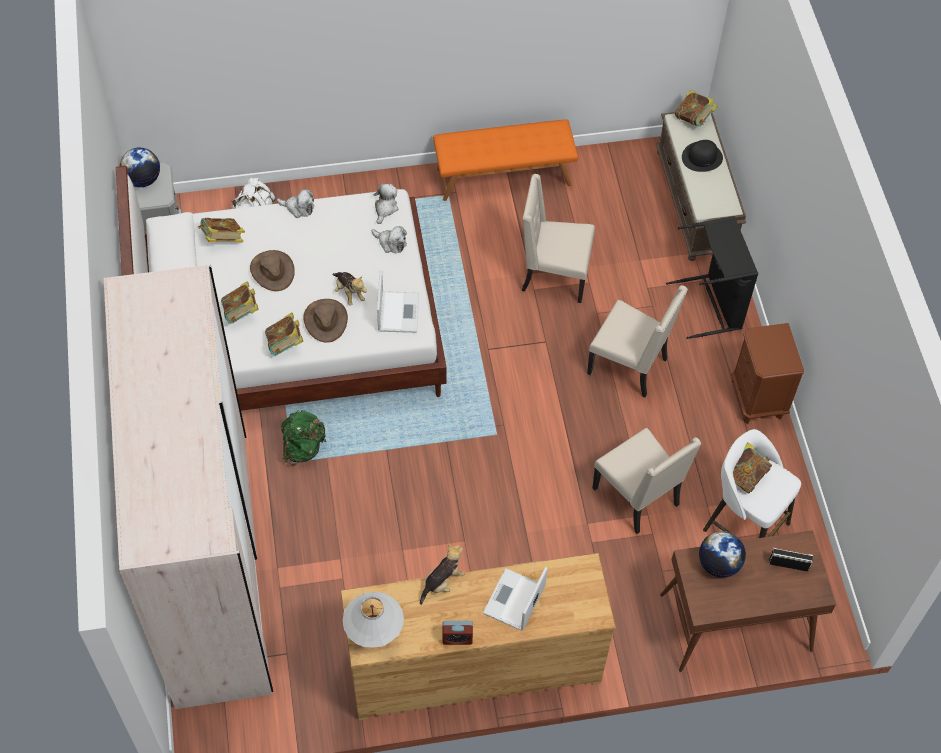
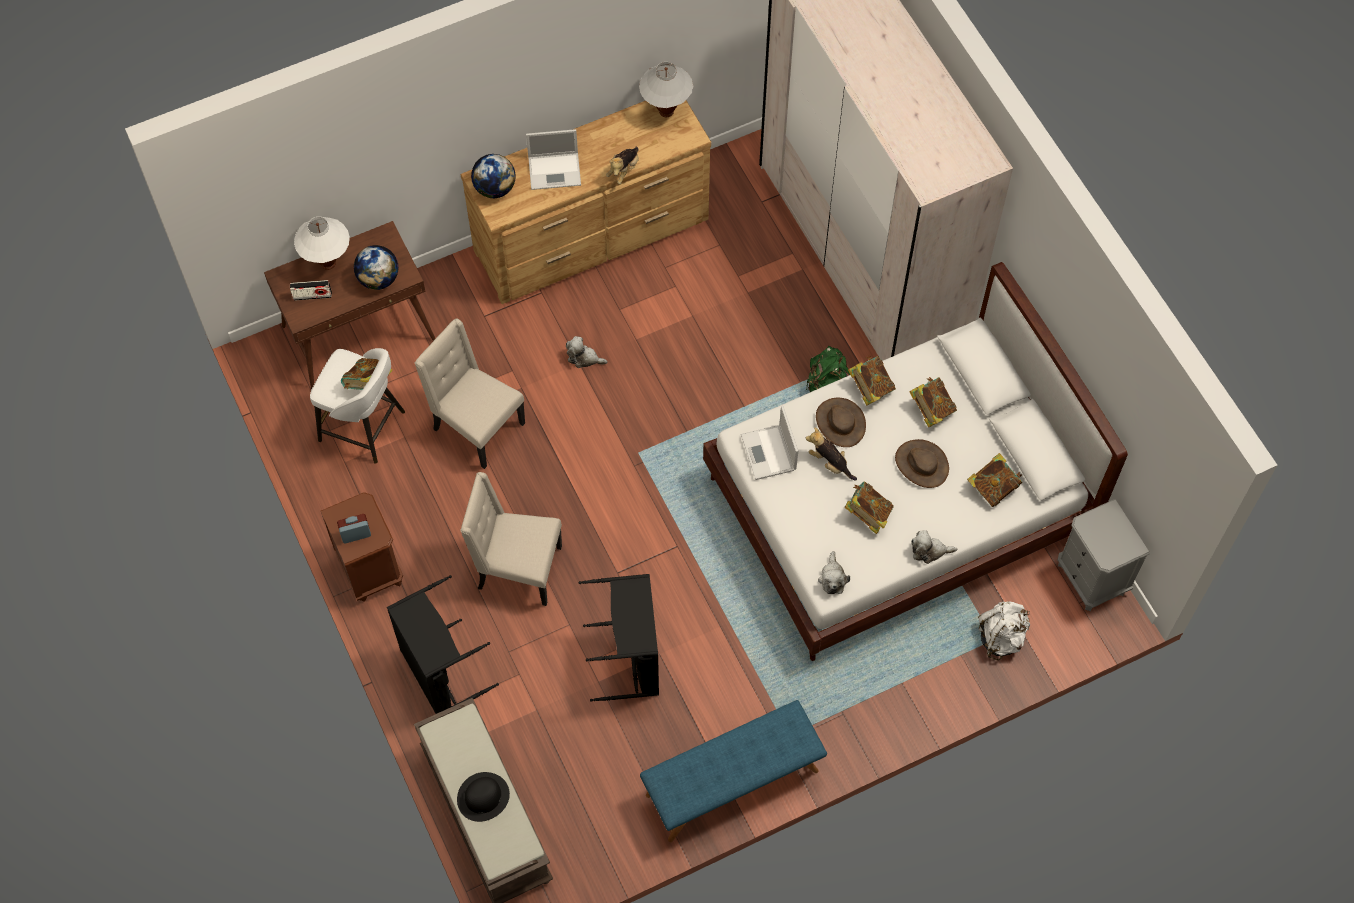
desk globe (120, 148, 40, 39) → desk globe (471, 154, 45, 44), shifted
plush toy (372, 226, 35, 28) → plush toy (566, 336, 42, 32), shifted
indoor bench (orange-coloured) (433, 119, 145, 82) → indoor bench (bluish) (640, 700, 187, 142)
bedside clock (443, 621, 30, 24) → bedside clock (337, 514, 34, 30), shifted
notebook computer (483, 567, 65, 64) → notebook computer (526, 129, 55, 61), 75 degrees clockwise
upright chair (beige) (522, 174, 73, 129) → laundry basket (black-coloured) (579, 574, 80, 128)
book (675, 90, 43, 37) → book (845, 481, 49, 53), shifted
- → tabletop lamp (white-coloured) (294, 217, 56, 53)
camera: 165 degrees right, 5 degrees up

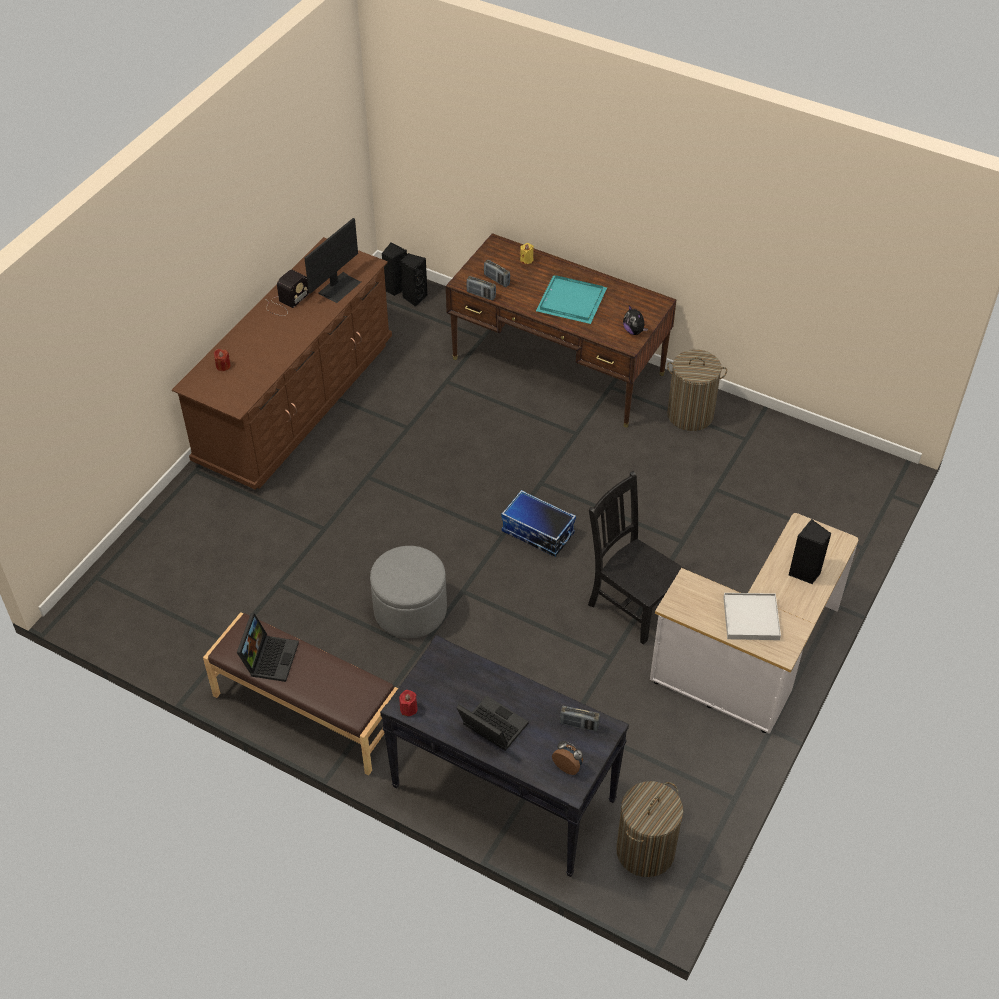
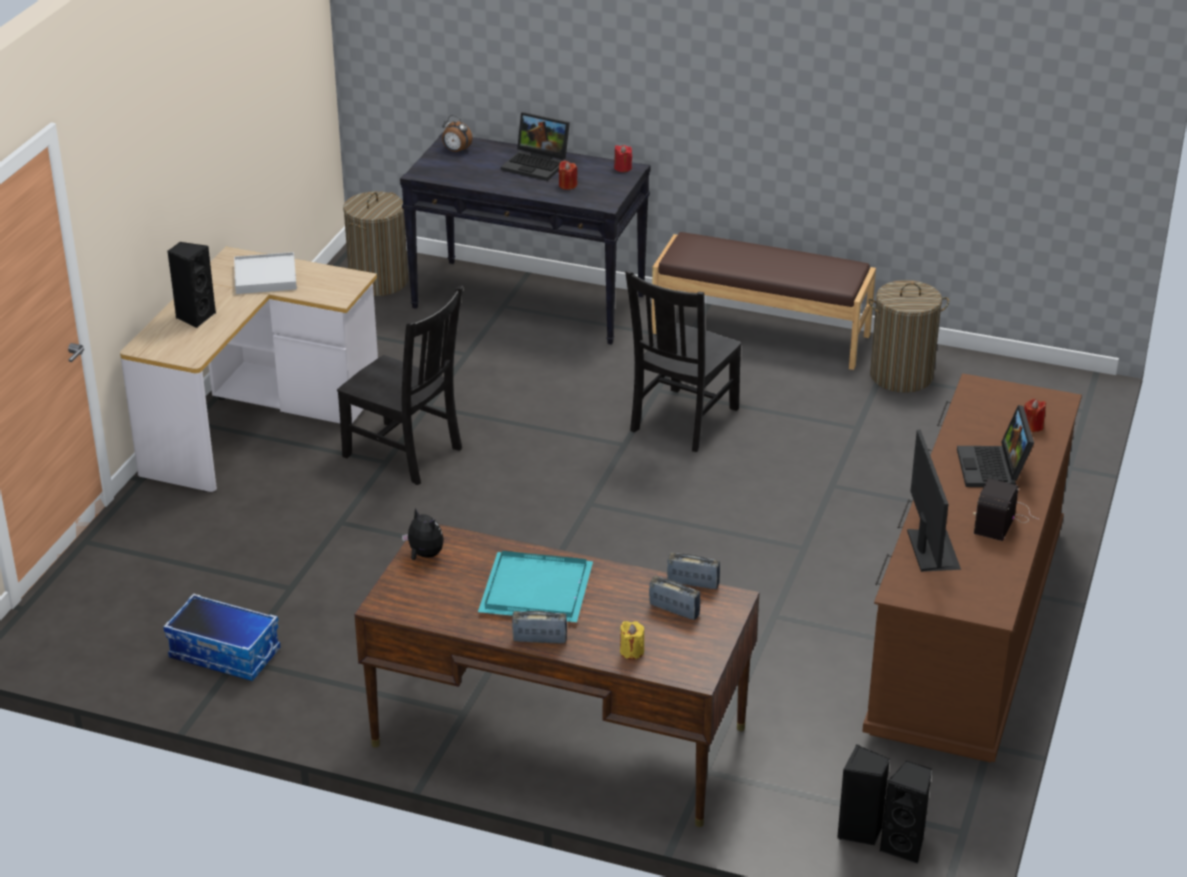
notebook computer (237, 613, 62, 69) → notebook computer (957, 405, 77, 82), shifted
computer screen (304, 218, 57, 85) → computer screen (907, 430, 54, 142), 150 degrees clockwise
pouffe (greyish) (370, 546, 77, 92) → upright chair (black-coloured) (625, 271, 117, 181)
storage container (501, 490, 75, 67) → storage container (163, 593, 117, 88), shifted
radio (560, 706, 40, 26) → radio (512, 611, 55, 33), shifted
laundry basket (667, 349, 60, 82) → laundry basket (868, 280, 81, 113), shifted
- → wax light (red-coloured) (559, 160, 18, 30)
camera: 170 degrees right, 15 degrees down

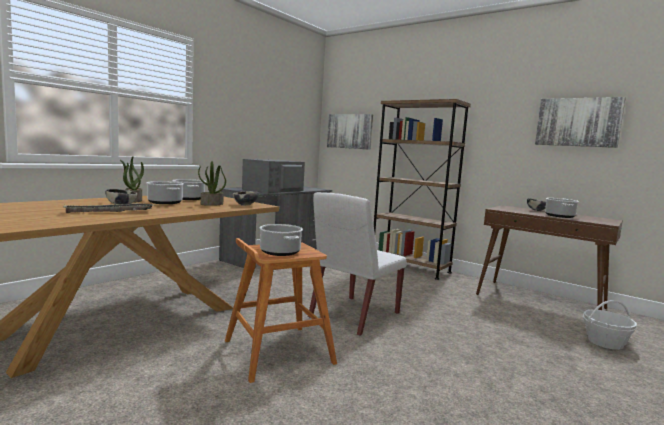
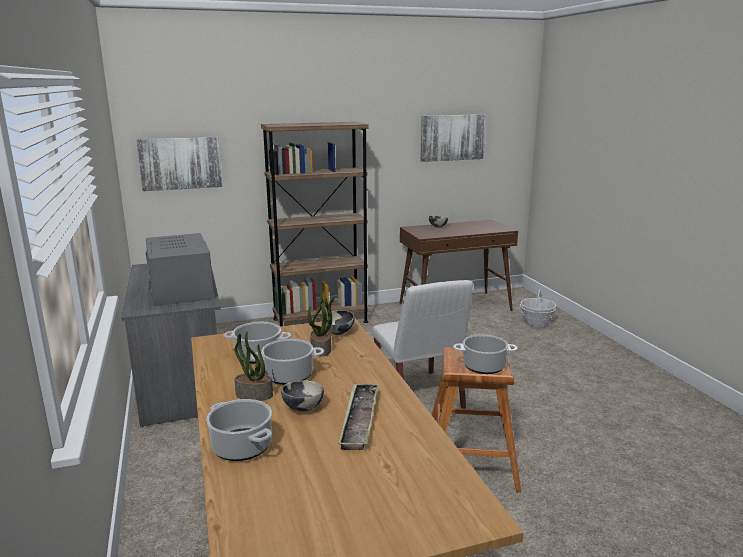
stockpot (545, 198, 34, 20) → stockpot (206, 399, 66, 62), shifted
camera: 55 degrees left, 10 degrees up

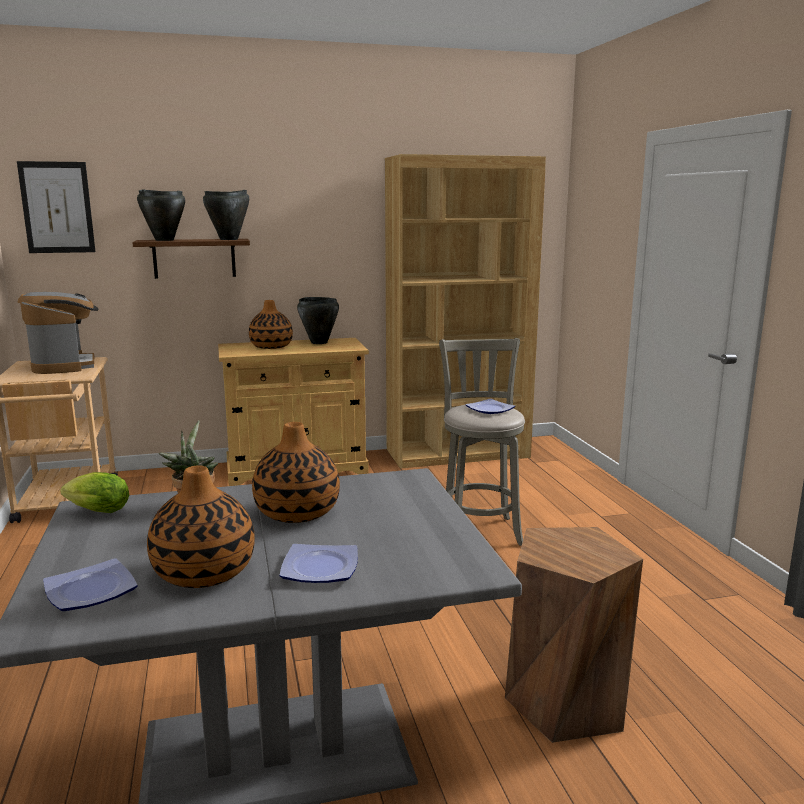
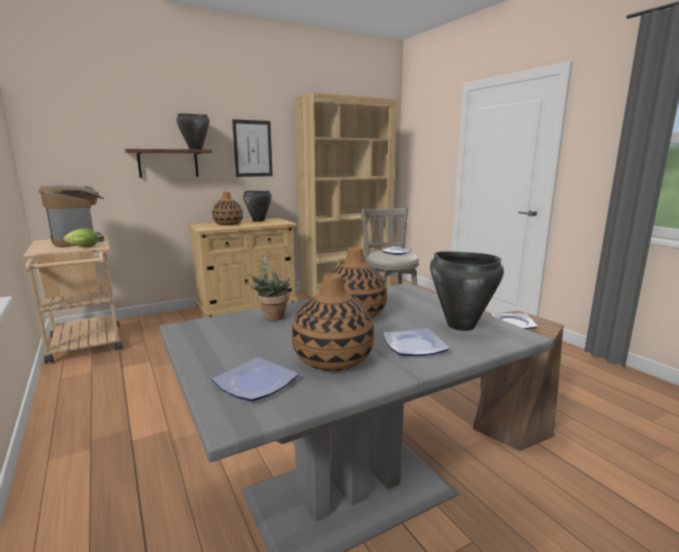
wall art (17, 161, 78, 92) → wall art (232, 119, 41, 58), shifted
lettuce (60, 472, 69, 41) → lettuce (63, 228, 35, 19), shifted
stockpot (black-coloured) (137, 189, 48, 52) → stockpot (black-coloured) (430, 251, 74, 80), shifted
- → flat dish (491, 312, 47, 17)
camera: 15 degrees left, 0 degrees up

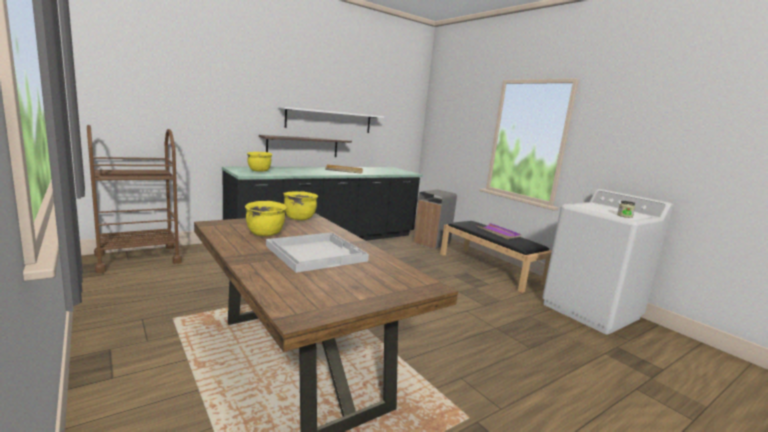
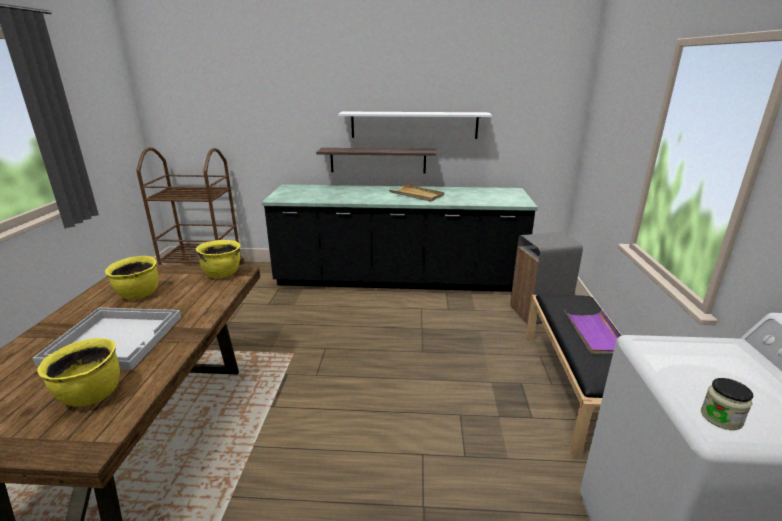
stockpot (yellowish) (247, 152, 26, 20) → stockpot (yellowish) (37, 338, 83, 69), shifted
camera: 40 degrees right, 10 degrees up

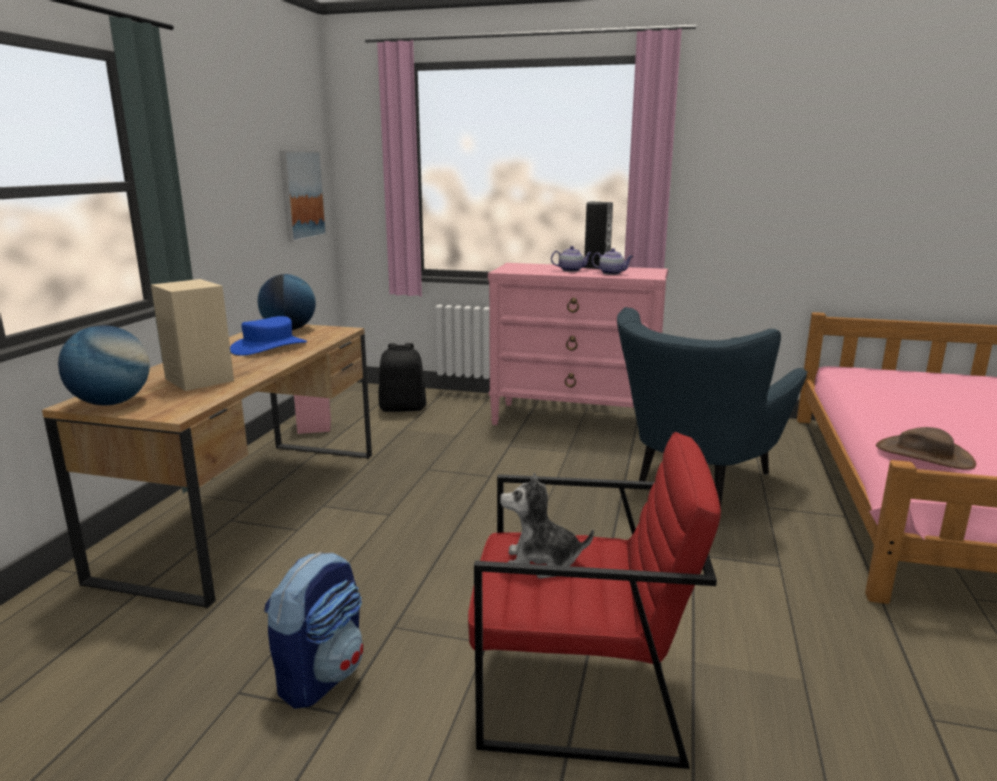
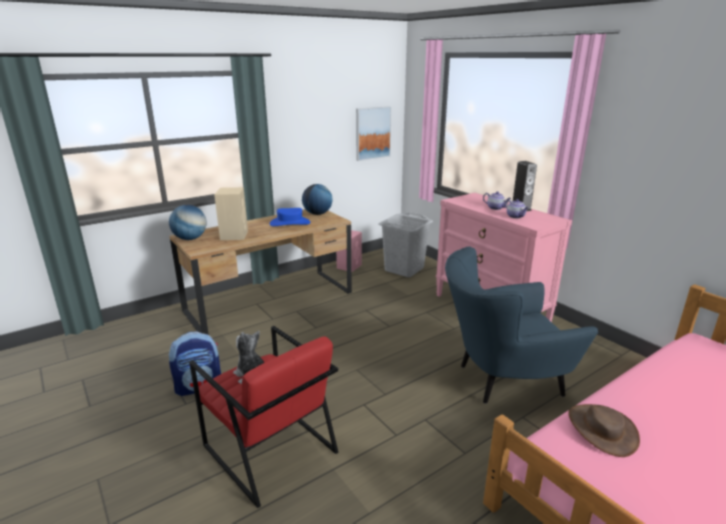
knapsack (black-coloured) (378, 343, 48, 69) → laundry basket (greyish) (378, 212, 55, 65)
camera: 40 degrees right, 5 degrees up

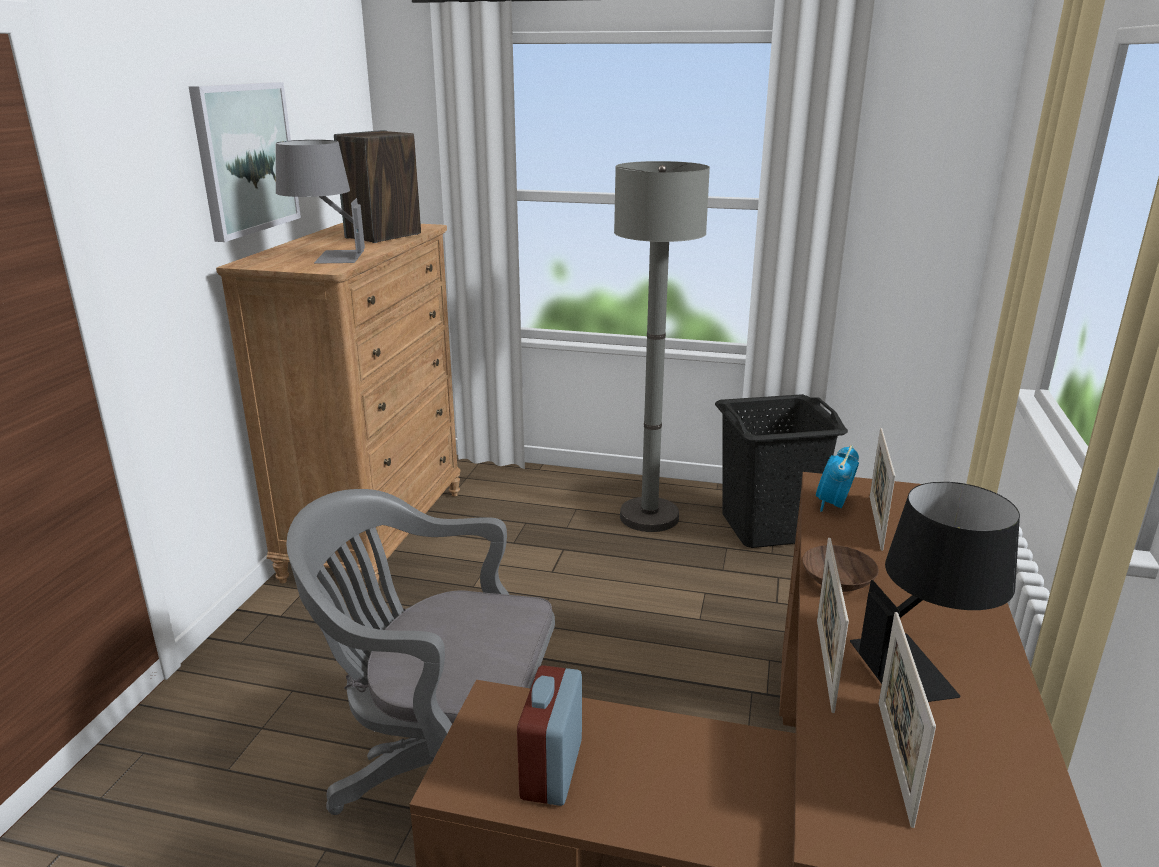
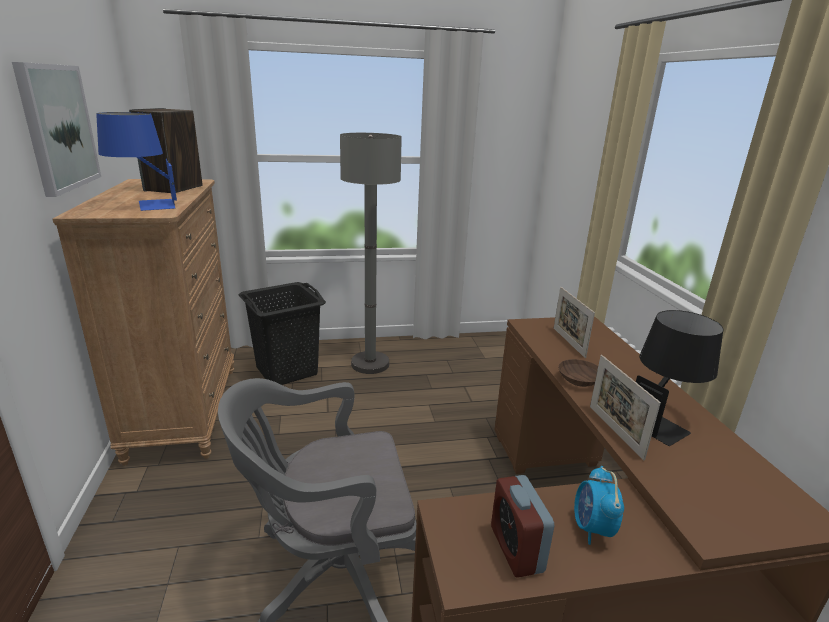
tabletop lamp (greyish) (276, 140, 89, 124) → tabletop lamp (bluish) (96, 112, 81, 99)
laundry basket (black-coloured) (715, 394, 133, 154) → laundry basket (black-coloured) (239, 282, 87, 103), shifted
bedside clock (816, 445, 43, 67) → bedside clock (574, 466, 50, 79), shifted
picture frame (879, 612, 57, 216) → -
camera: 25 degrees left, 0 degrees up

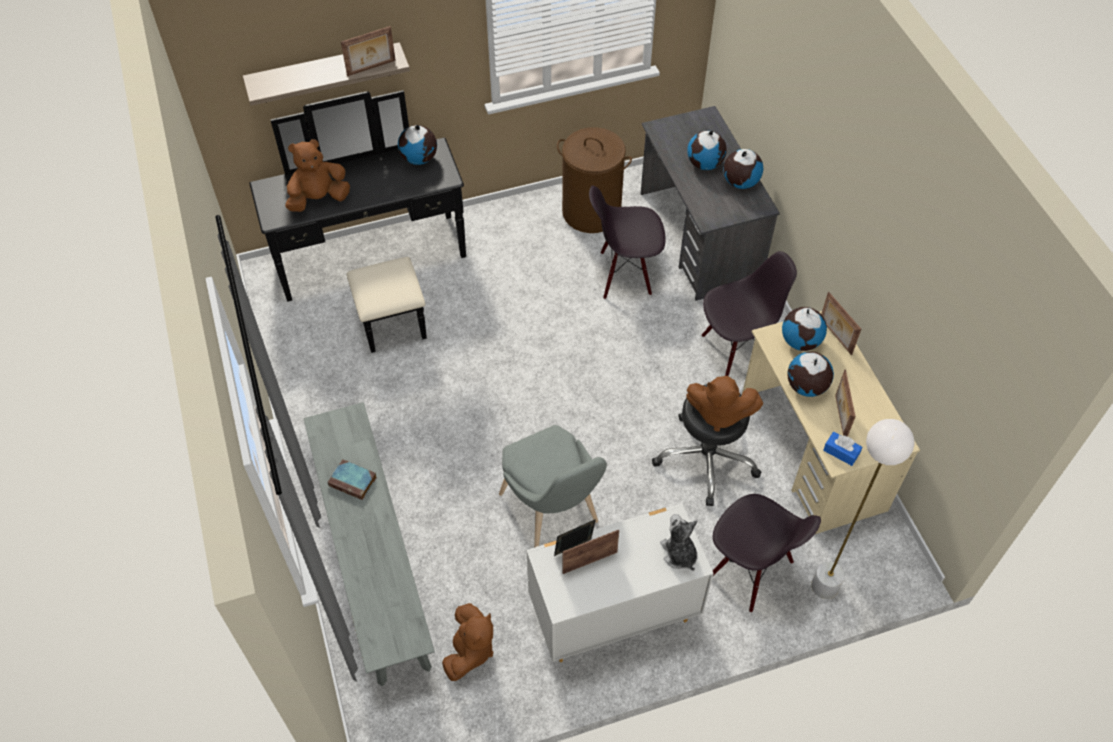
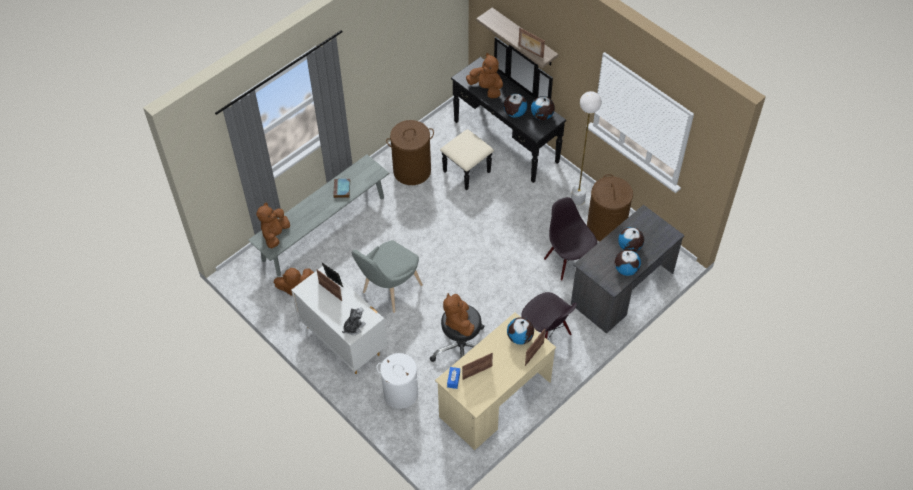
upright chair (black-coloured) (713, 494, 108, 118) → laundry basket (white-coloured) (376, 353, 44, 56)
desk globe (787, 352, 47, 45) → desk globe (504, 94, 23, 24), shifted
standard lamp (white-coloured) (811, 419, 104, 180) → standard lamp (white-coloured) (571, 91, 31, 114), shifted
- → plush toy (brown-coloured) (256, 203, 34, 45)
- → laundry basket (brown-coloured) (386, 120, 48, 65)
camera: 65 degrees right, 0 degrees up

